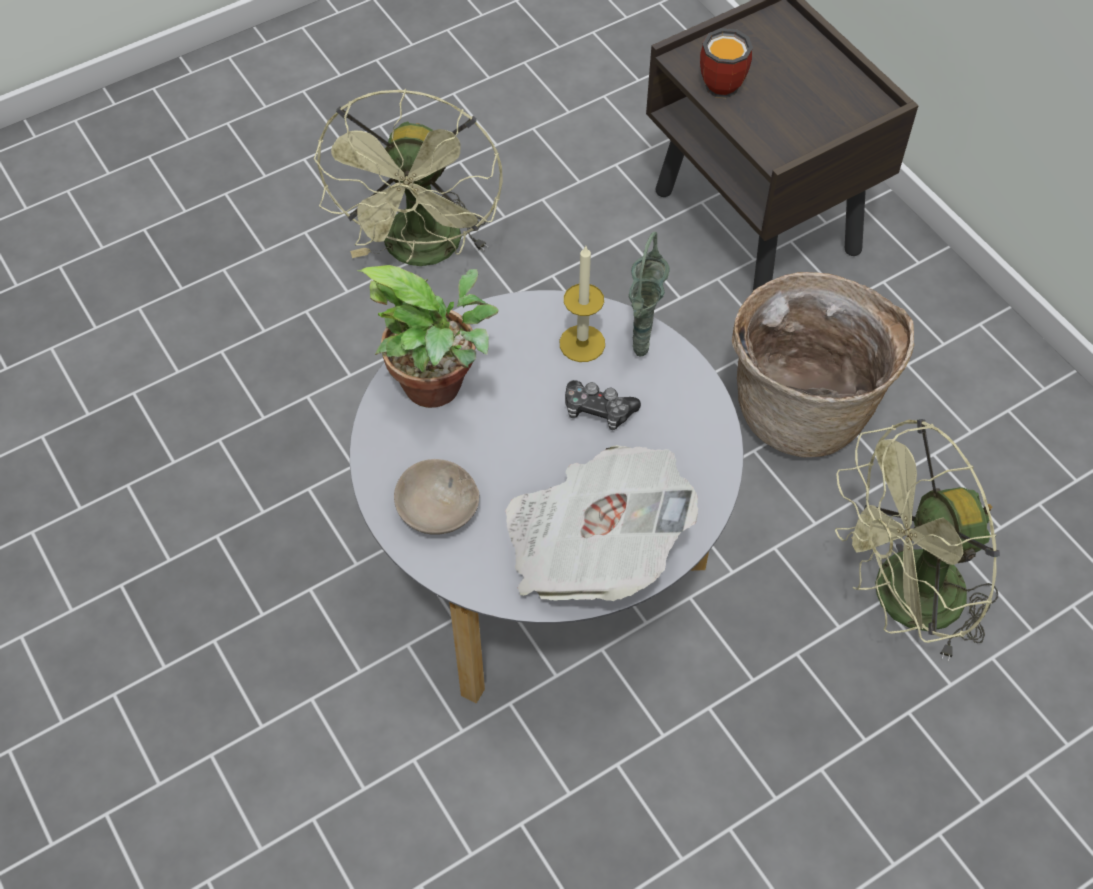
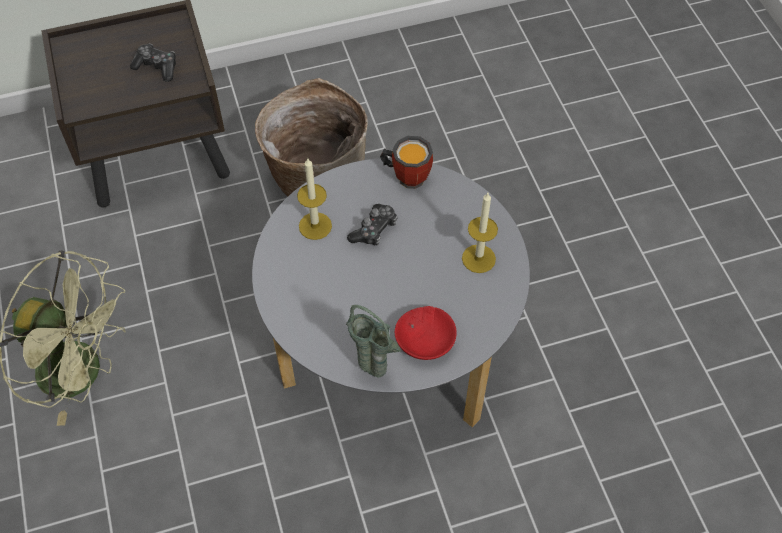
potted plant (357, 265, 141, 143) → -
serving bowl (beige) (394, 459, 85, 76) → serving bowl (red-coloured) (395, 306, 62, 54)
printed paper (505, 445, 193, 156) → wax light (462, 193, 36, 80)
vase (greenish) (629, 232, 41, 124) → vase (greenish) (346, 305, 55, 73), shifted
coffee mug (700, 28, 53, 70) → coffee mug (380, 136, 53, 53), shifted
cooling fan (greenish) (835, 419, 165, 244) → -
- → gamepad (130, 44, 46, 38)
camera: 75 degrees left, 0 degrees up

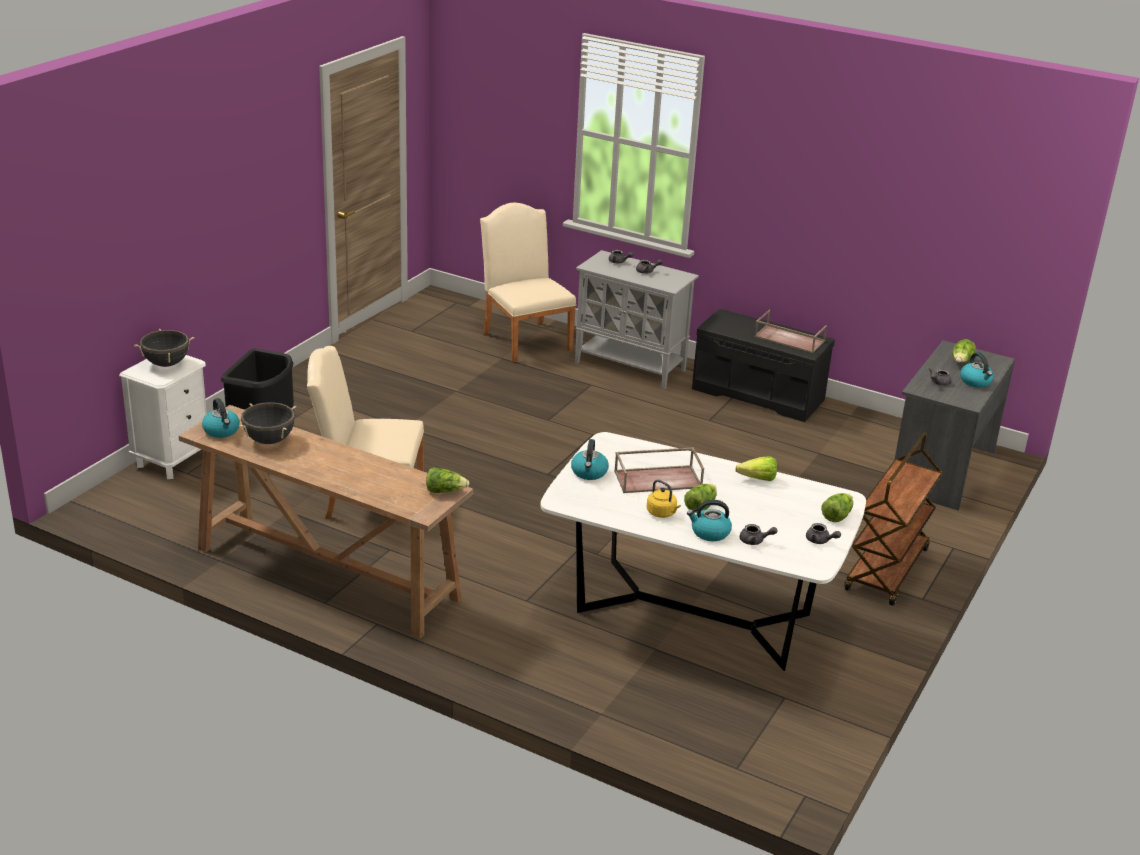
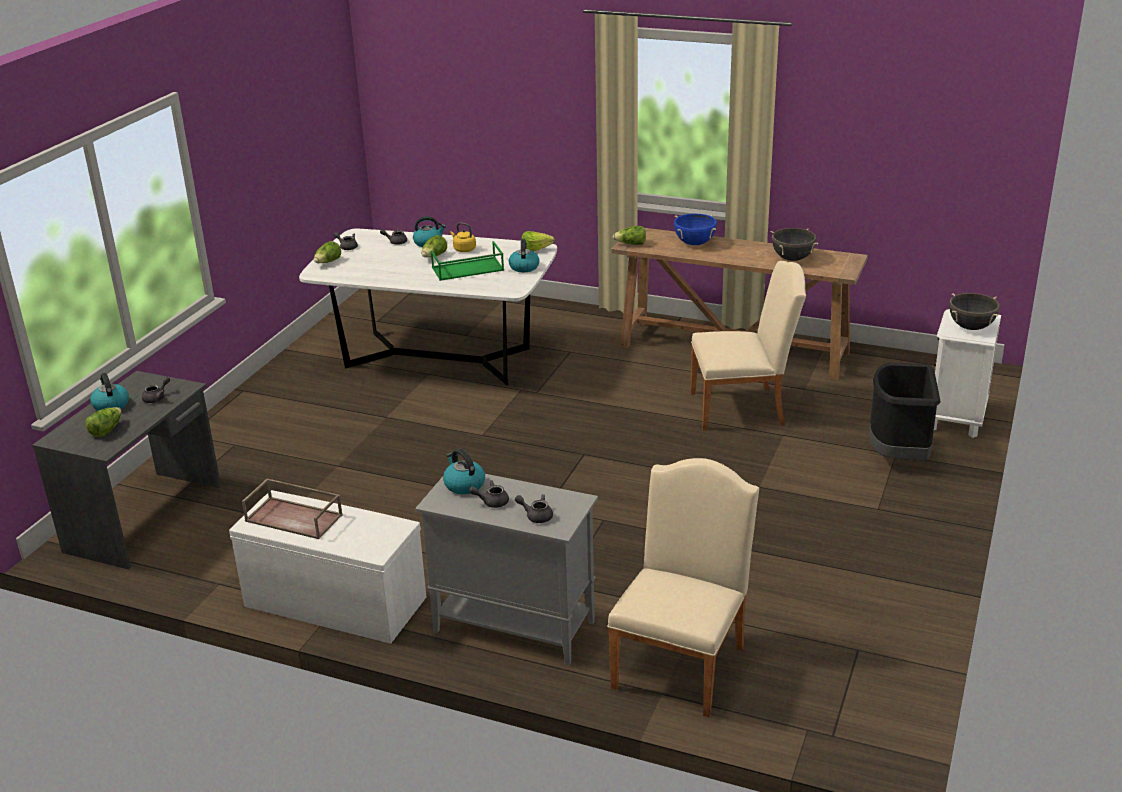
water kettle (202, 398, 38, 40) → water kettle (443, 449, 42, 45), shifted
upright chair (beige) (480, 203, 96, 159) → upright chair (beige) (607, 458, 152, 259), 120 degrees counterclockwise
serving tray (brown-coloured) (614, 447, 90, 46) → serving tray (greenish) (431, 241, 73, 40)
indoor bench (black-coloured) (692, 309, 143, 113) → indoor bench (white-coloured) (229, 490, 197, 154)
lettuce (735, 457, 42, 24) → lettuce (522, 231, 33, 21), shifted
wheeled cart (brown-coloured) (845, 433, 98, 173) → -
- → stockpot (bluish) (674, 213, 43, 32)
camera: 175 degrees right, 0 degrees up

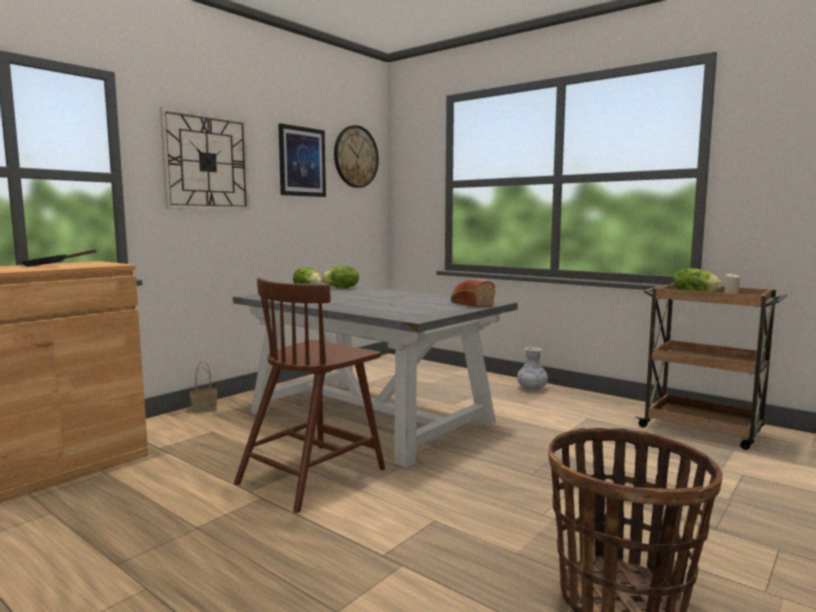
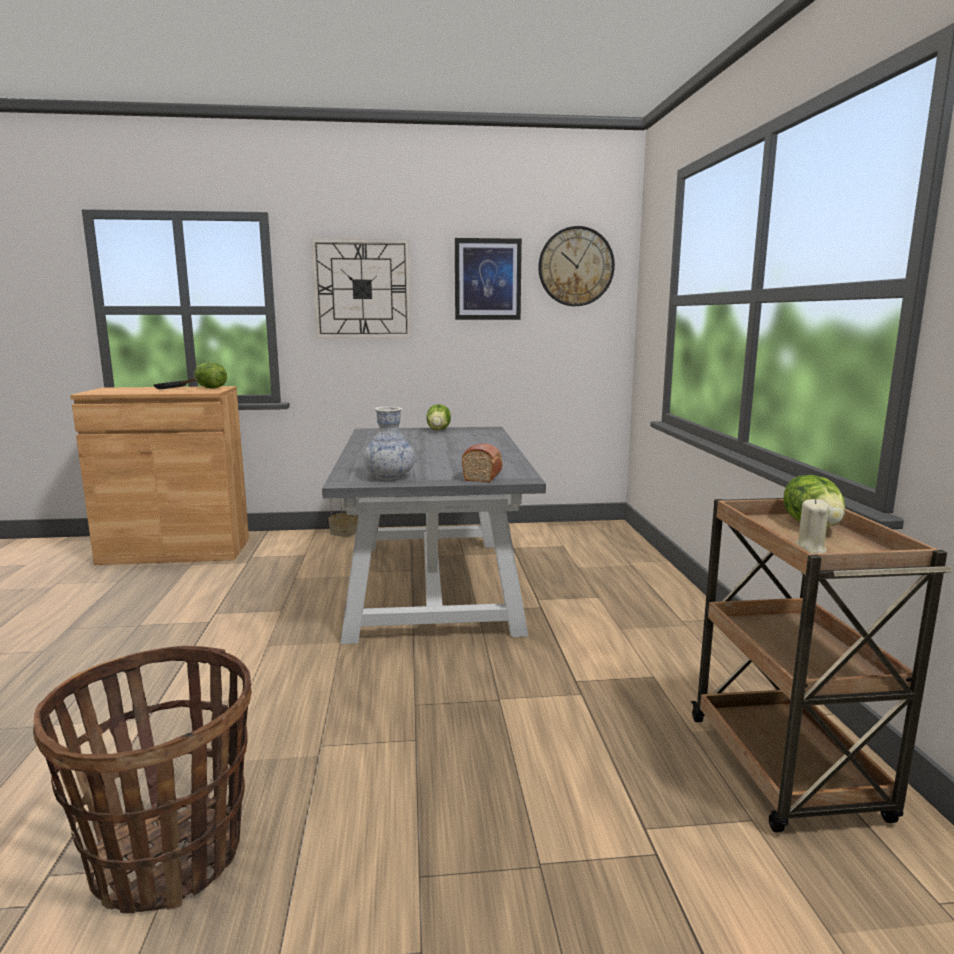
upright chair (brown-coloured) (234, 278, 151, 235) → -
lettuce (321, 266, 38, 22) → lettuce (194, 362, 33, 27), shifted
vase (517, 347, 31, 44) → vase (364, 406, 51, 74), shifted
camera: 45 degrees right, 5 degrees up

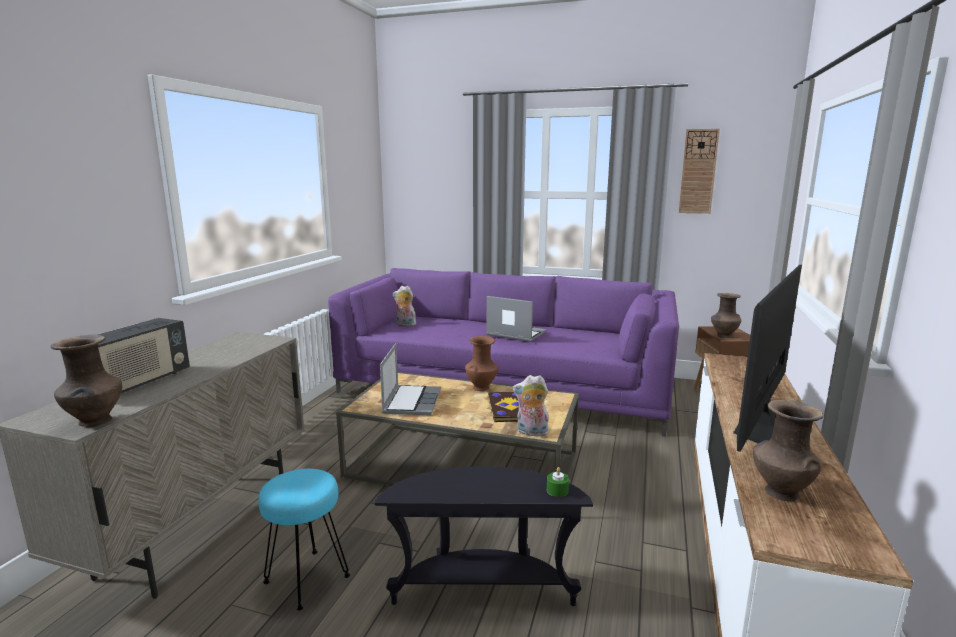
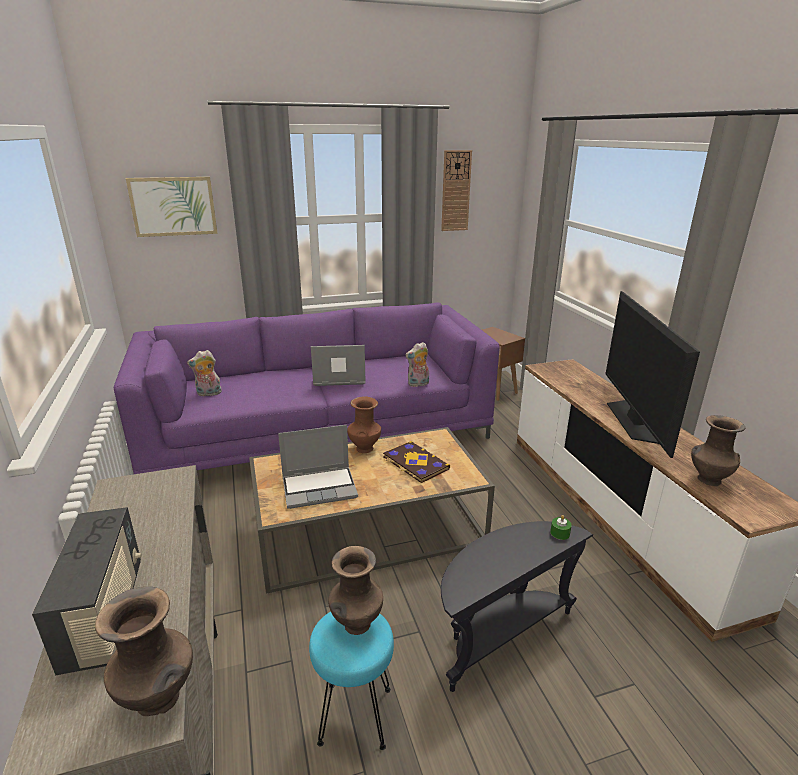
notebook computer (380, 343, 61, 72) → notebook computer (278, 425, 80, 84), 105 degrees clockwise
plush toy (513, 375, 37, 61) → plush toy (405, 342, 24, 45), shifted
vase (brown-coloured) (711, 293, 30, 45) → vase (brown-coloured) (328, 546, 55, 89), shifted
- → wall art (126, 177, 92, 60)
camera: 35 degrees left, 10 degrees up

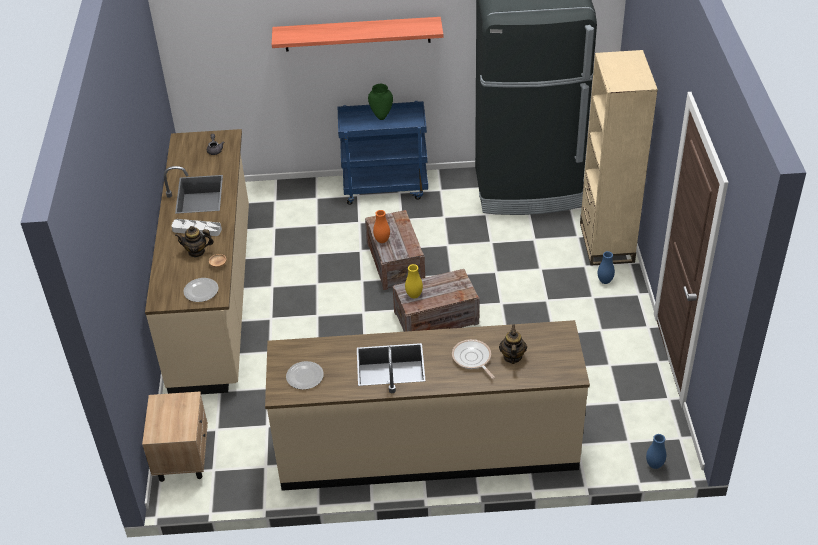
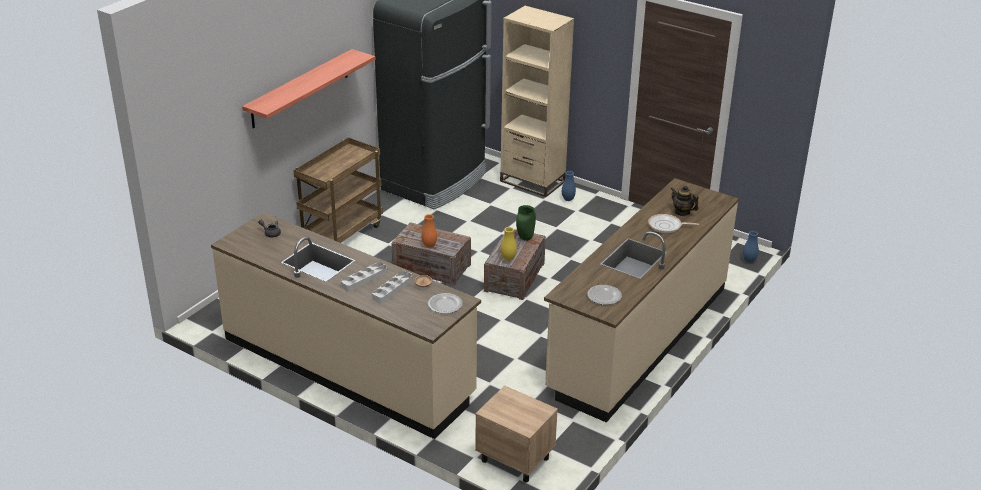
pot for tea (175, 226, 39, 31) → serving tray (greyish) (372, 271, 40, 32)
wheeled cart (bluish) (338, 101, 90, 104) → wheeled cart (brown-coloured) (294, 137, 89, 106)
vase (greenish) (368, 84, 25, 36) → vase (greenish) (516, 205, 20, 36), shifted
camera: 55 degrees left, 10 degrees down

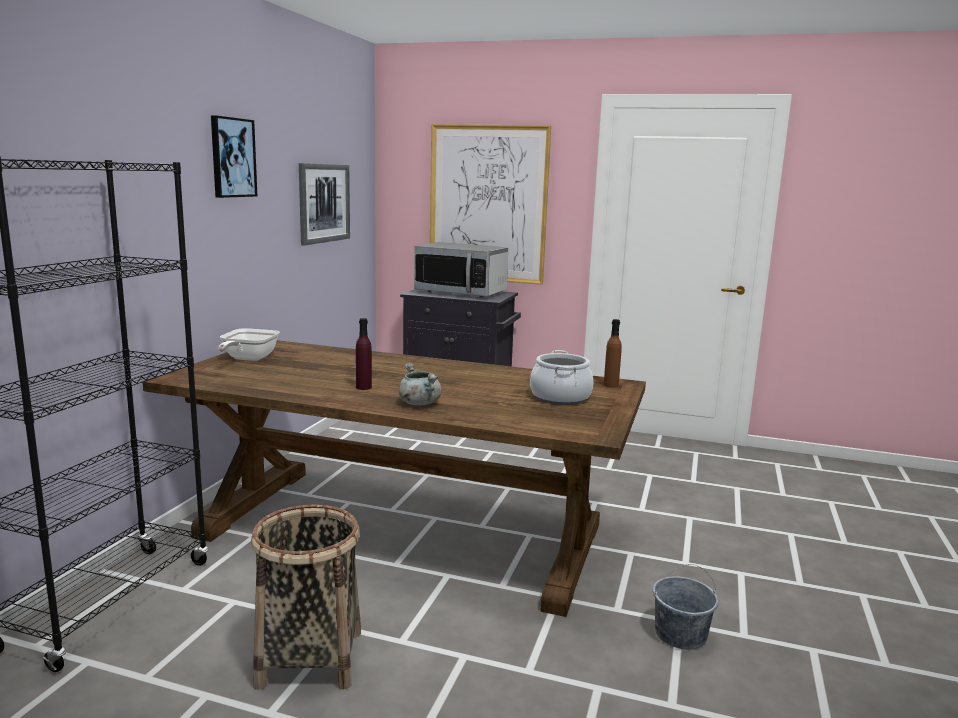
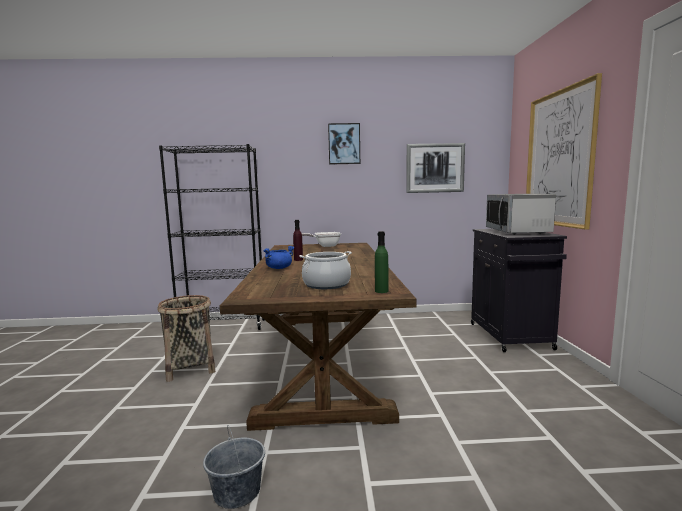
stockpot (greyish) (398, 363, 44, 43) → stockpot (bluish) (263, 246, 32, 23)
beverage bottle (brown-coloured) (604, 319, 18, 69) → beverage bottle (greenish) (375, 231, 13, 62)
camera: 70 degrees right, 5 degrees down

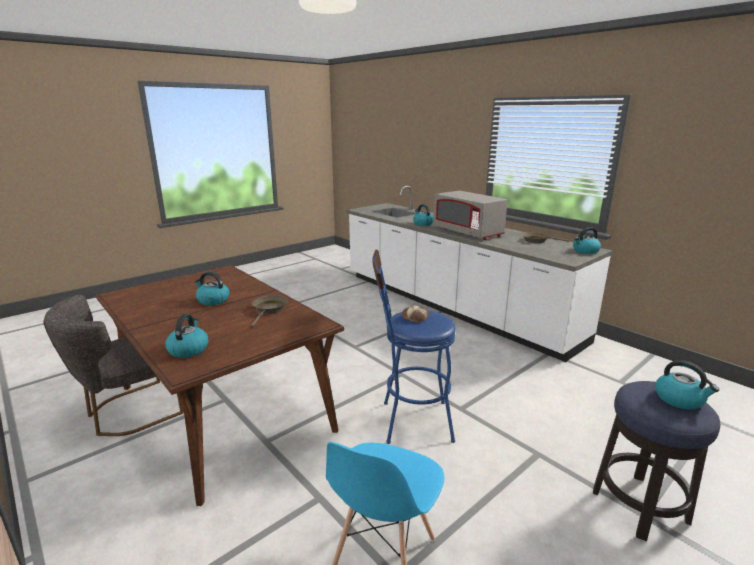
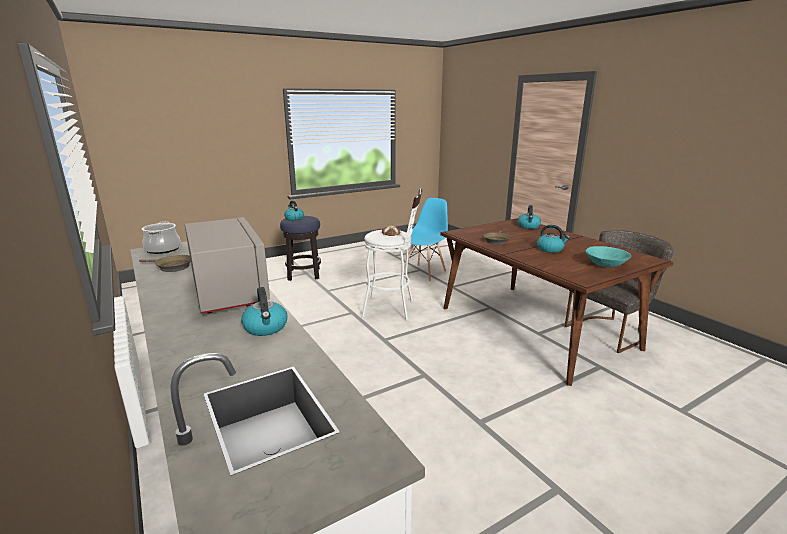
stool seat (bluish) (372, 250, 84, 194) → stool seat (white-coloured) (361, 187, 61, 134)
water kettle (573, 227, 28, 27) → stockpot (142, 221, 39, 33)
- → serving bowl (turquoise-coloured) (586, 246, 45, 22)
camera: 170 degrees left, 0 degrees up

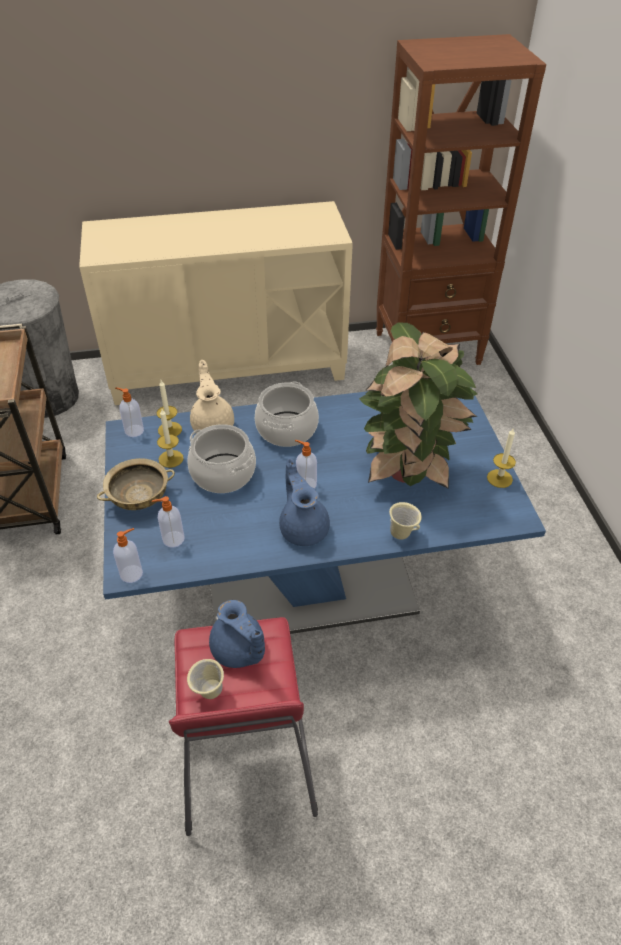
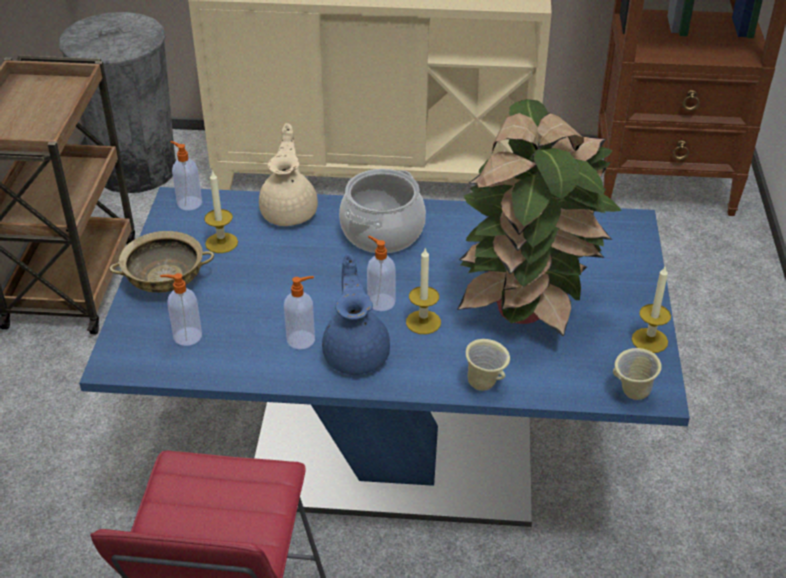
soap dispenser (113, 528, 30, 55) → soap dispenser (284, 276, 31, 73), shifted
wax light (157, 380, 25, 56) → wax light (406, 248, 35, 86), shifted
stockpot (187, 424, 69, 69) → -
coffee mug (beige) (187, 659, 37, 40) → coffee mug (beige) (613, 348, 49, 52), shifted
pot for tea (bluish) (209, 600, 56, 68) → -
camera: 15 degrees right, 5 degrees down

